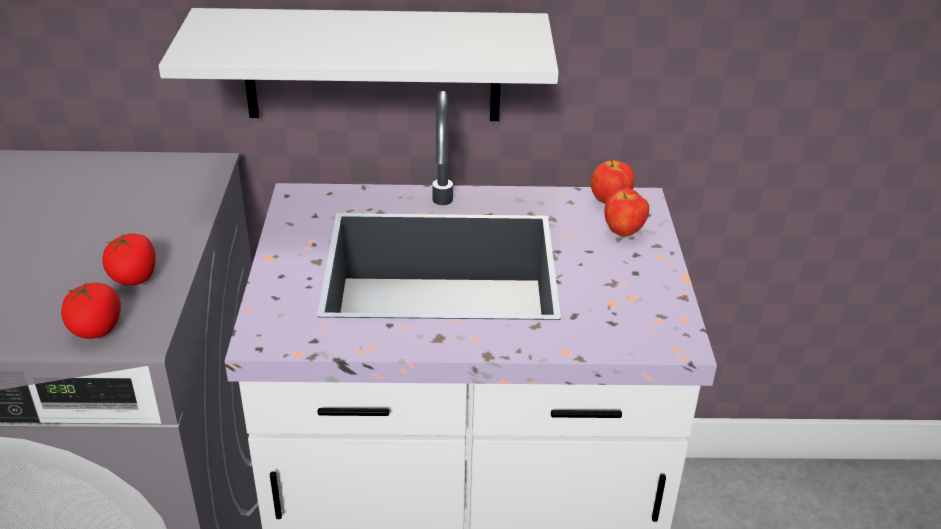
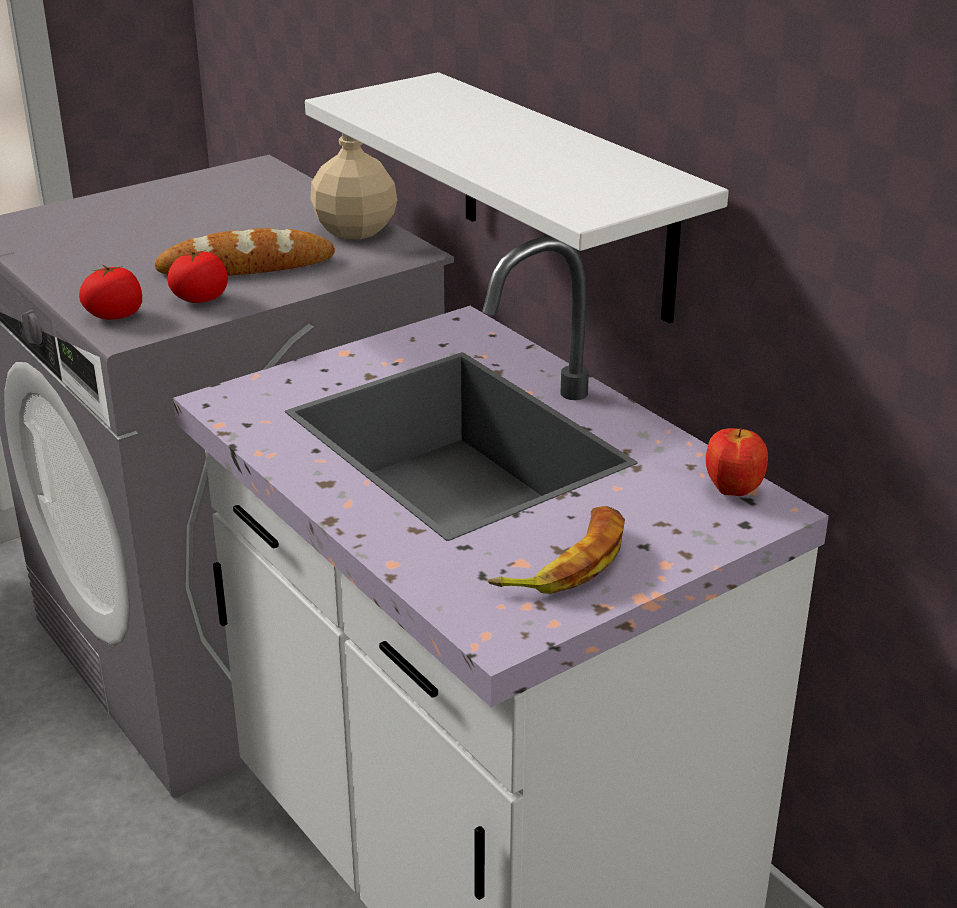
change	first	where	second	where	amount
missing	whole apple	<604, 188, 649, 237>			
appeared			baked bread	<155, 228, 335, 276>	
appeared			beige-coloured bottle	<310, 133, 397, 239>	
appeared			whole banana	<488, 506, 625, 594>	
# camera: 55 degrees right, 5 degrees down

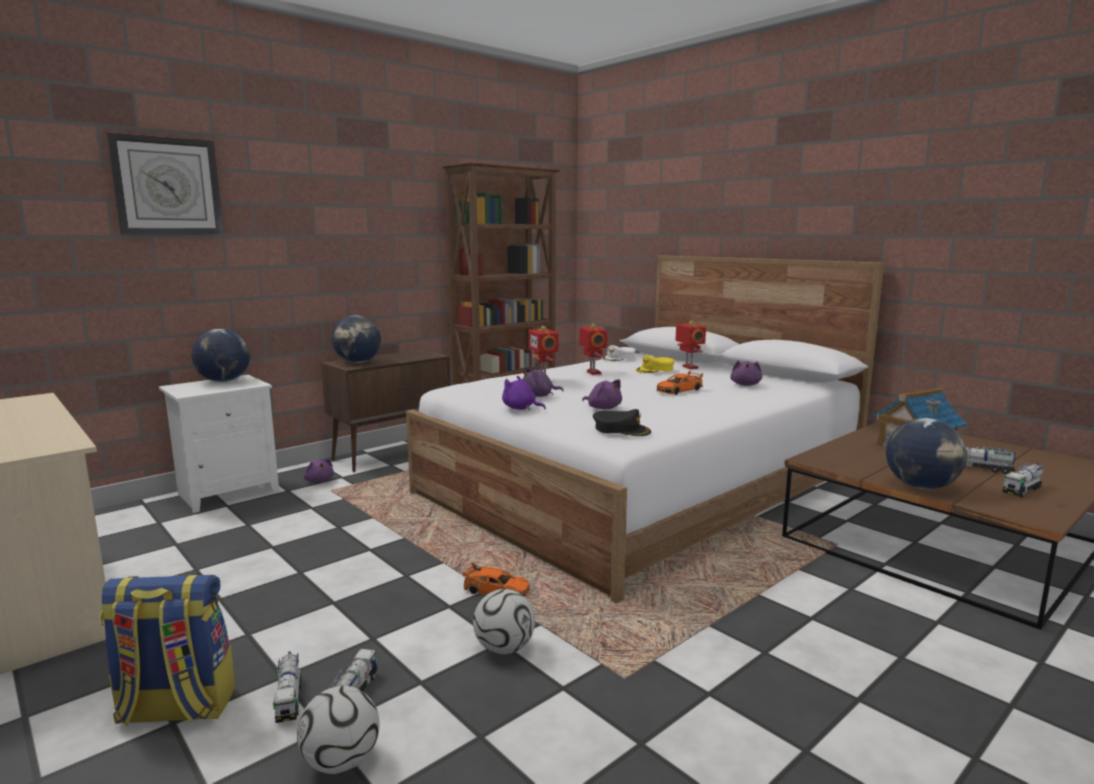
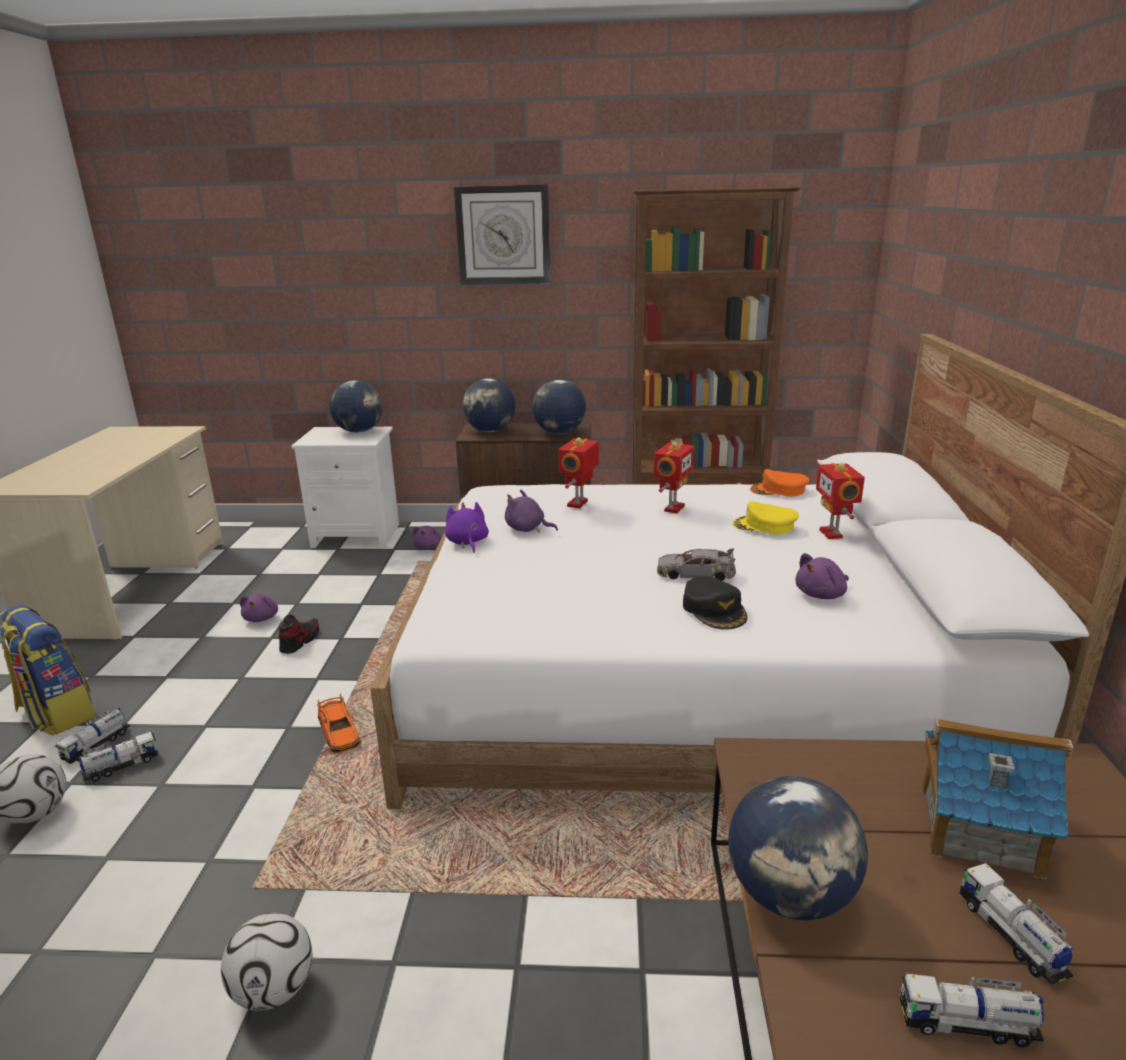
change	first	where	second	where	amount
appeared			shoe	<279, 614, 319, 654>	
appeared			globe	<532, 380, 586, 434>	
relocated	wall clock	<107, 132, 224, 235>		<454, 185, 551, 285>	
relocated	football ball	<473, 589, 535, 654>		<221, 913, 312, 1011>	
relocated	purplish plush toy	<582, 379, 622, 410>		<240, 593, 278, 622>	
relocated	blackish peaked cap	<593, 409, 651, 436>		<683, 577, 748, 630>	
colour	white-coloured peaked cap	<602, 345, 636, 362>	orange peaked cap	<750, 469, 809, 497>	
colour	orange model car	<656, 371, 703, 395>	gray model car	<657, 548, 736, 581>	
spun	model robot	<676, 321, 706, 369>		<816, 463, 865, 539>	150 degrees clockwise
# camera: 45 degrees right, 10 degrees up

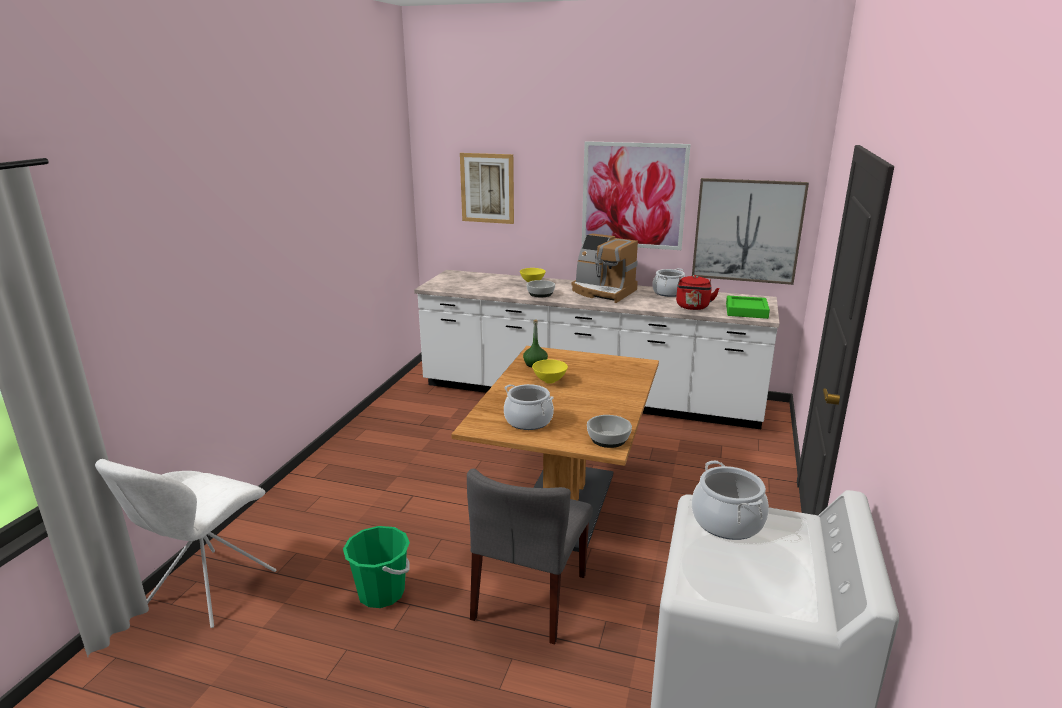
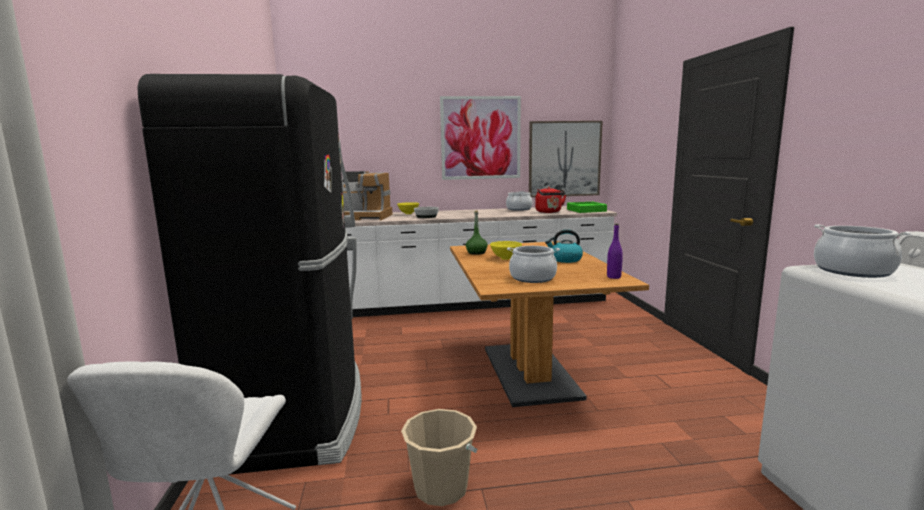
change	first	where	second	where	amount
missing	wall art	<460, 153, 514, 224>			
missing	gray plain chair	<467, 468, 593, 645>			
appeared			blackish refrigerator	<137, 74, 362, 475>	
appeared			tea kettle	<545, 229, 583, 263>	
relocated	coffee brewer	<571, 233, 638, 303>		<342, 171, 393, 220>	
exchanged	serving bowl	<587, 415, 632, 448>	purplish bottle	<607, 224, 623, 279>	
colour	green pail	<343, 526, 410, 608>	beige-coloured pail	<401, 409, 478, 506>	
# camera: 25 degrees left, 10 degrees down

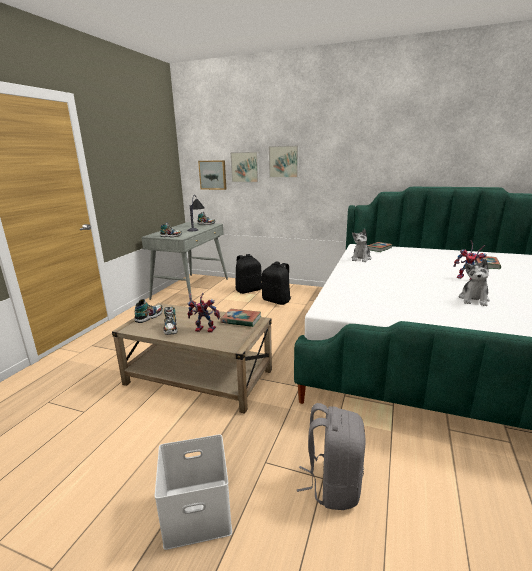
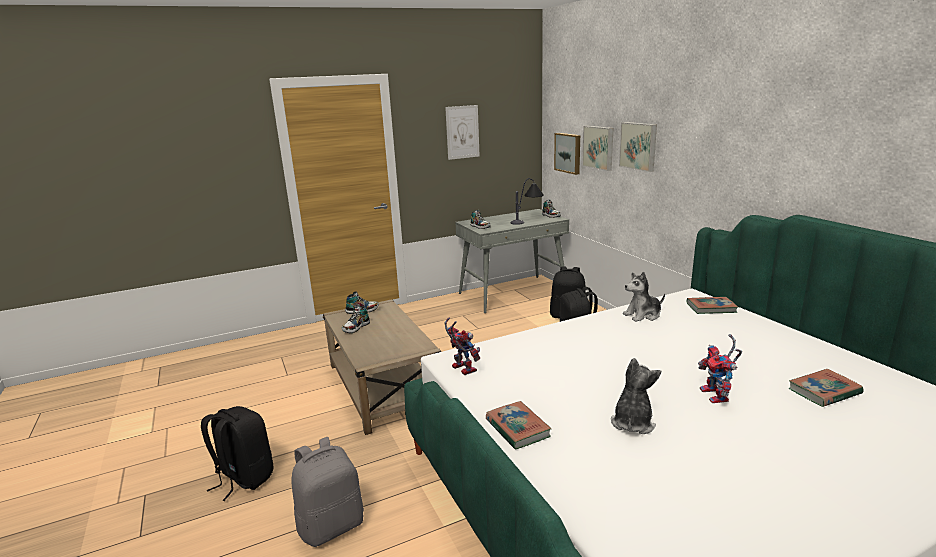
change	first	where	second	where	amount
appeared			wall art	<445, 105, 480, 160>	
relocated	model robot	<187, 293, 220, 333>		<444, 317, 480, 375>	
relocated	bound book	<220, 309, 261, 327>		<486, 401, 552, 450>	
exchanged	white-coloured storage bin	<155, 434, 232, 550>	blackish knapsack	<201, 406, 273, 501>	
spun	plush toy	<459, 259, 490, 306>		<611, 358, 661, 434>	135 degrees clockwise
# camera: 45 degrees right, 0 degrees up

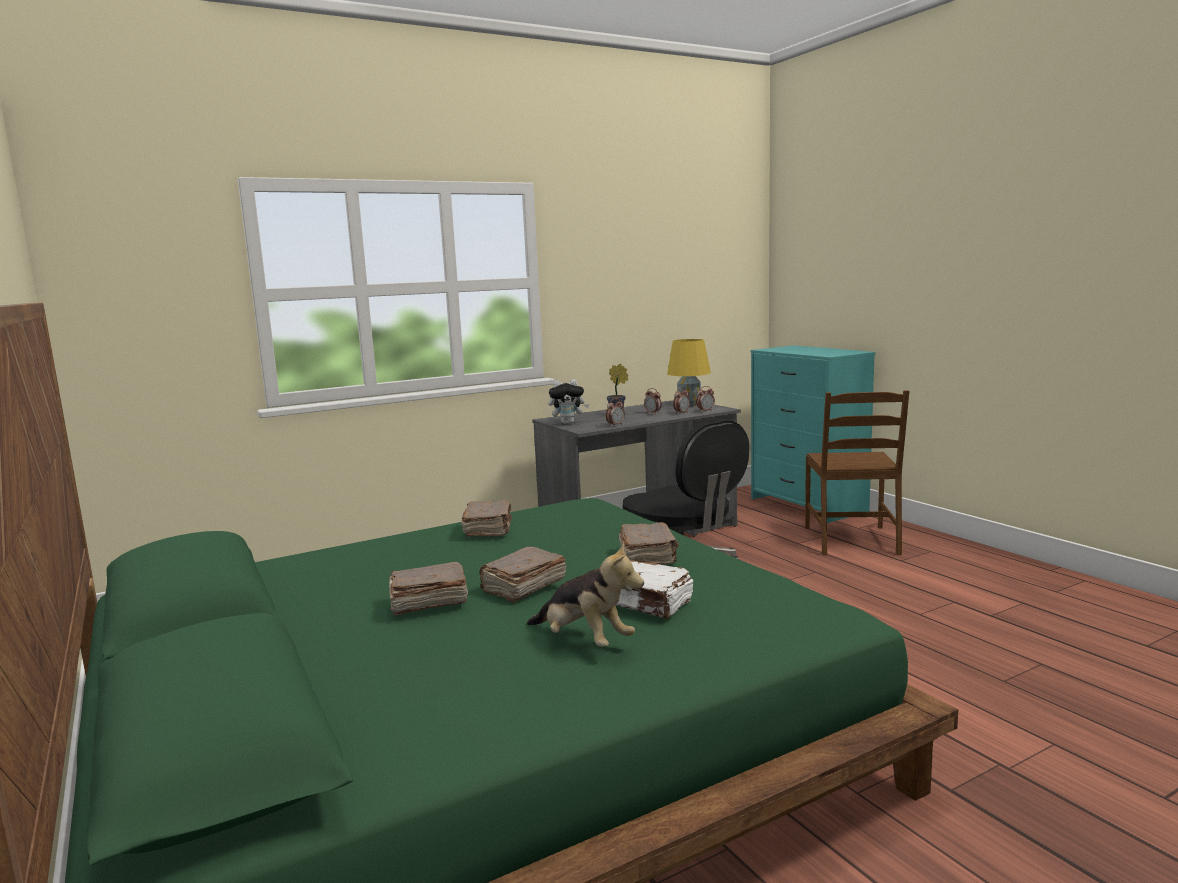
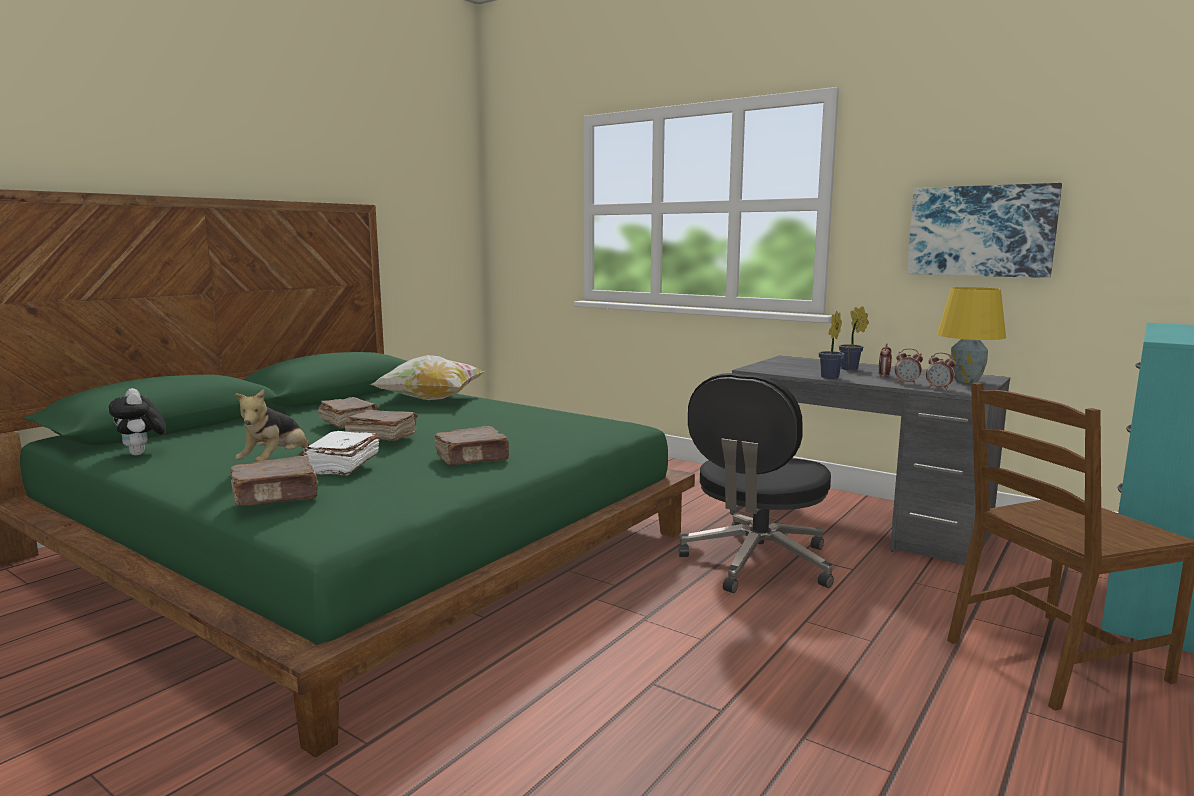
change	first	where	second	where	amount
missing	alarm clock	<606, 398, 625, 427>			
appeared			cushion	<369, 355, 485, 400>	
appeared			plant in a pot	<819, 311, 844, 379>	
appeared			wall art	<907, 183, 1062, 278>	
relocated	brown bound book	<461, 500, 512, 537>		<230, 456, 319, 506>	
relocated	plush toy	<549, 379, 589, 424>		<109, 388, 167, 455>	
# camera: 65 degrees right, 0 degrees up

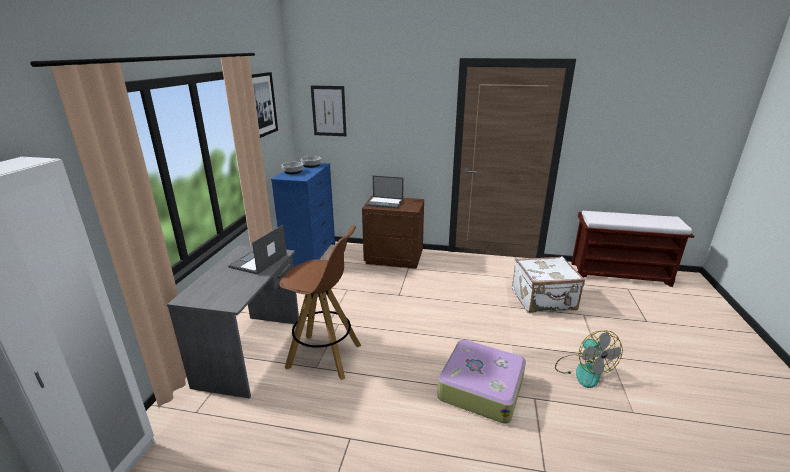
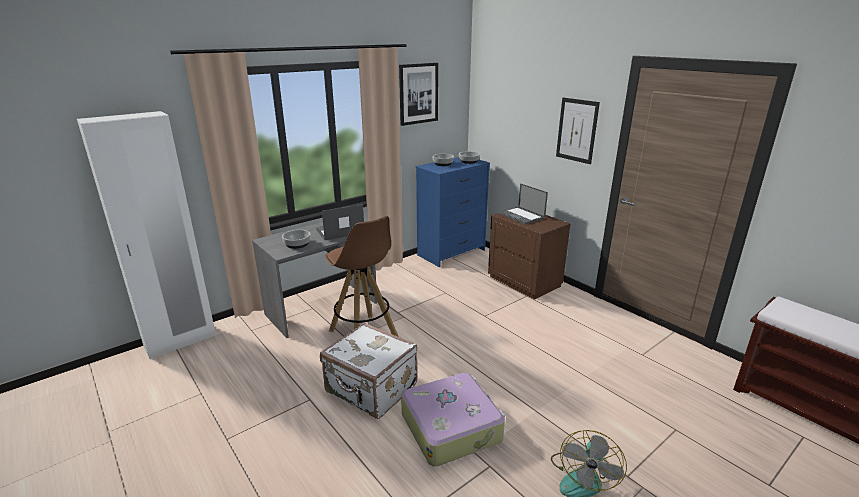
change	first	where	second	where	amount
appeared			serving bowl	<282, 230, 311, 249>	
relocated	wall art	<311, 85, 347, 136>		<556, 98, 600, 164>	
relocated	white-coloured suitcase	<512, 256, 585, 313>		<320, 323, 417, 419>	
# camera: 40 degrees right, 0 degrees up

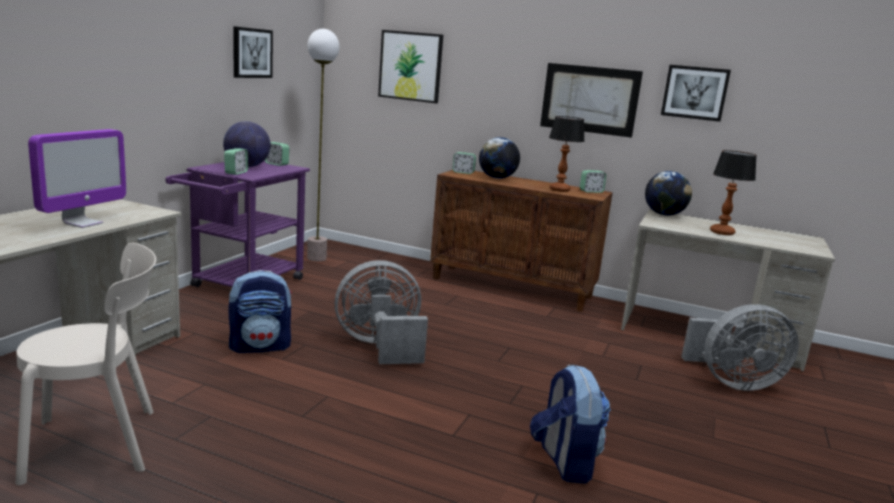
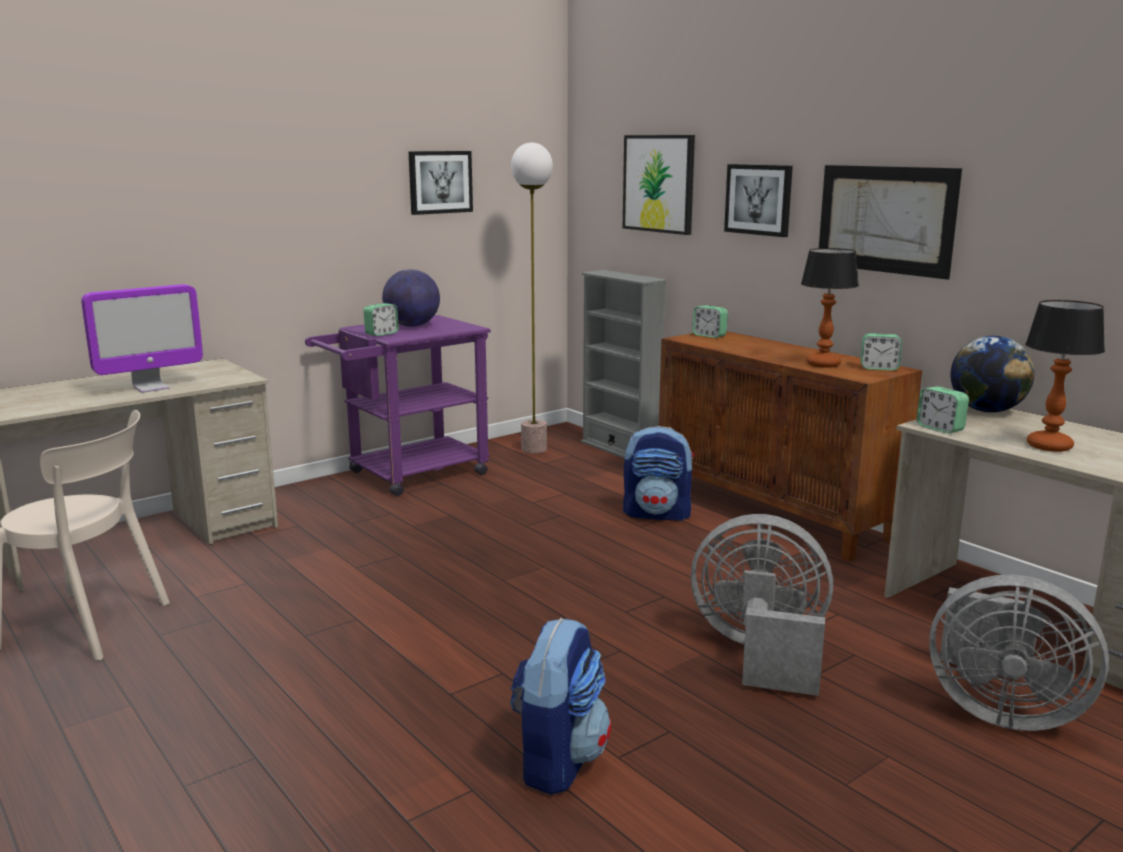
change	first	where	second	where	amount
missing	globe	<479, 137, 520, 179>			
appeared			gray shelving unit	<581, 270, 667, 459>	
relocated	knapsack	<229, 270, 292, 353>		<623, 426, 695, 521>	
relocated	alarm clock	<265, 142, 289, 166>		<917, 386, 969, 434>	
relocated	gray electric fan	<335, 260, 428, 364>		<691, 514, 833, 696>	
relocated	wall art	<661, 65, 731, 122>		<724, 164, 793, 237>	
# camera: 30 degrees right, 0 degrees up

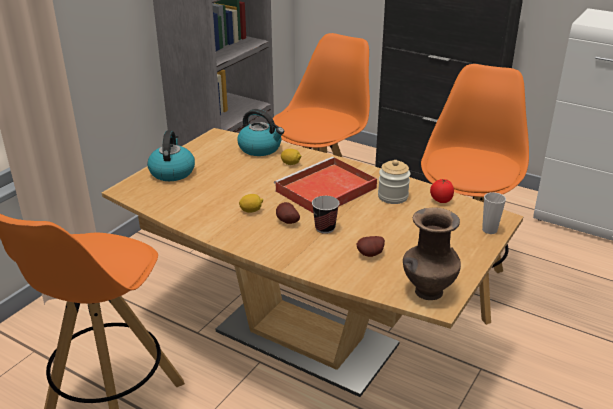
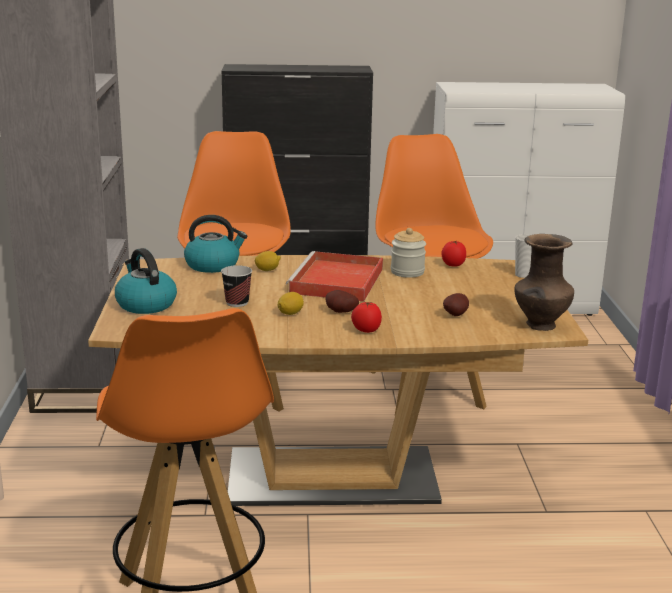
change	first	where	second	where	amount
appeared			tomato	<351, 302, 382, 333>	
relocated	drinking cup	<312, 196, 339, 234>		<221, 265, 252, 307>	
# camera: 35 degrees left, 10 degrees down

